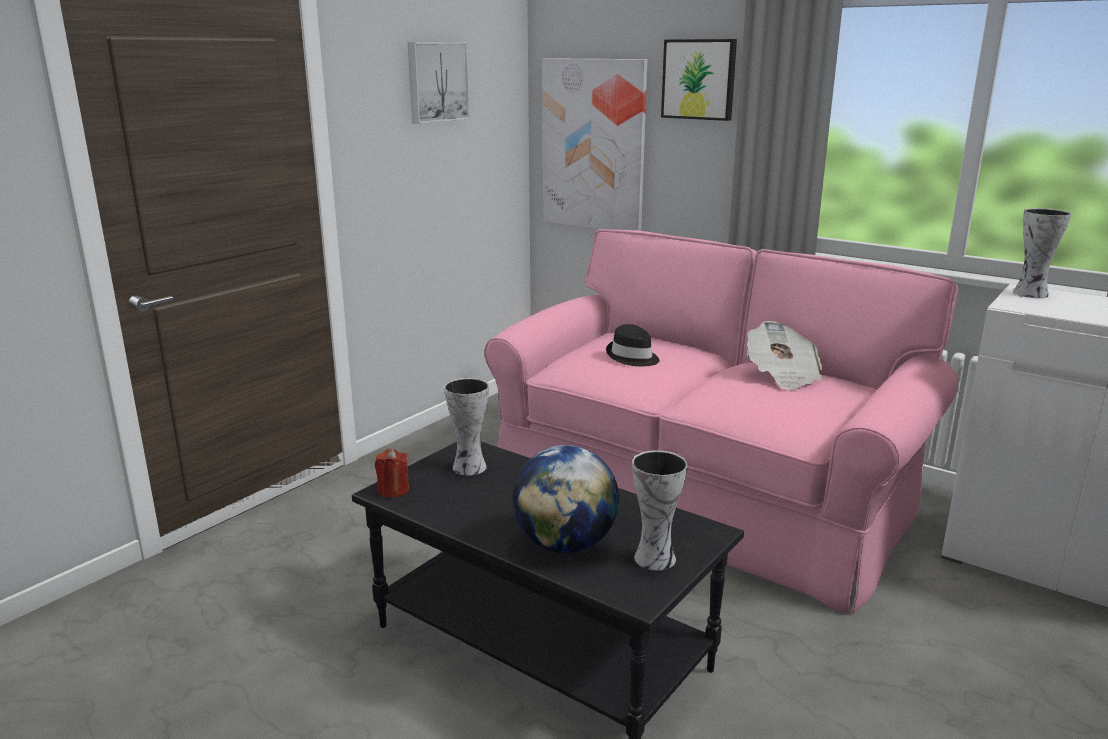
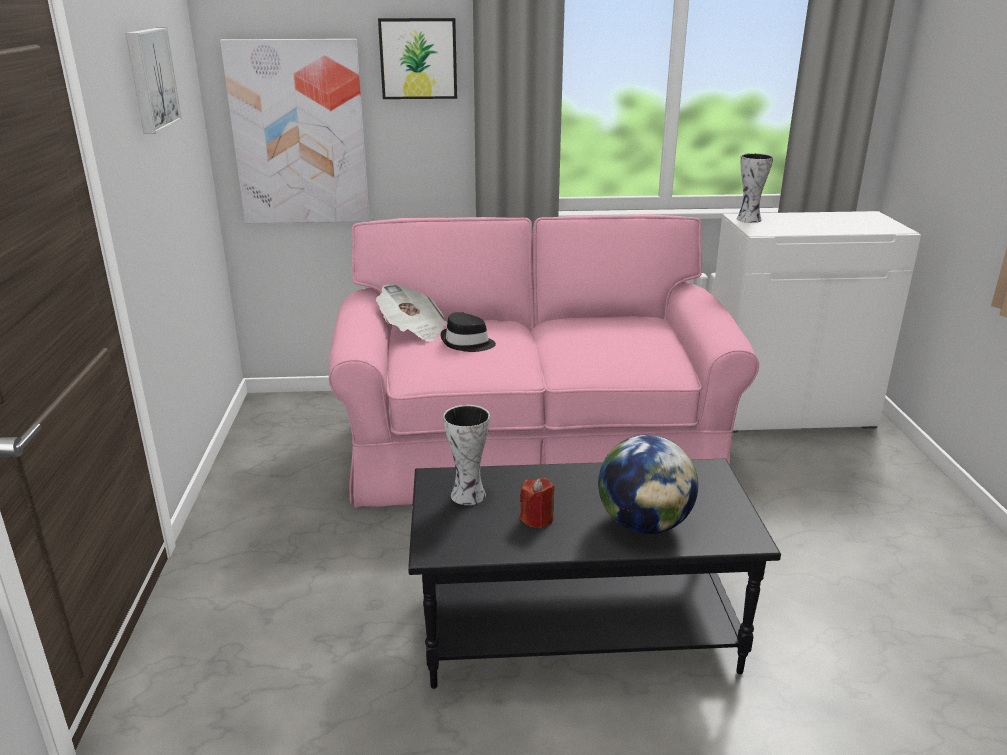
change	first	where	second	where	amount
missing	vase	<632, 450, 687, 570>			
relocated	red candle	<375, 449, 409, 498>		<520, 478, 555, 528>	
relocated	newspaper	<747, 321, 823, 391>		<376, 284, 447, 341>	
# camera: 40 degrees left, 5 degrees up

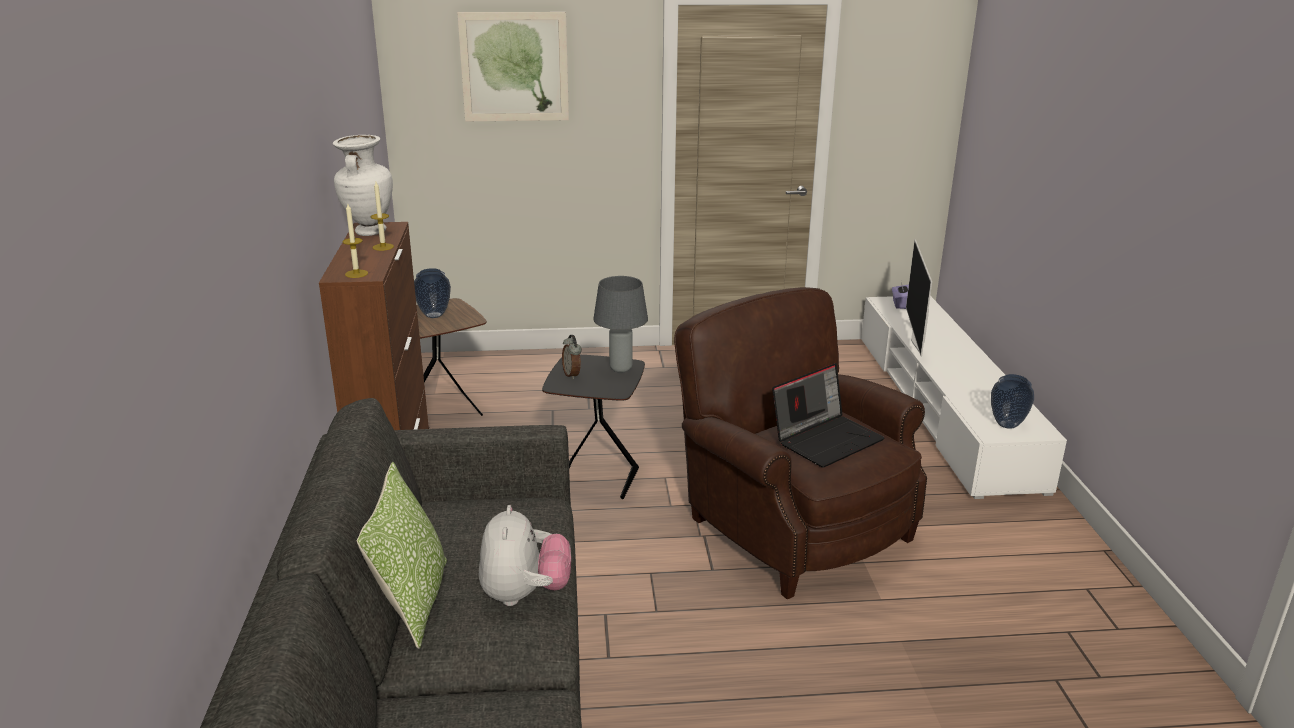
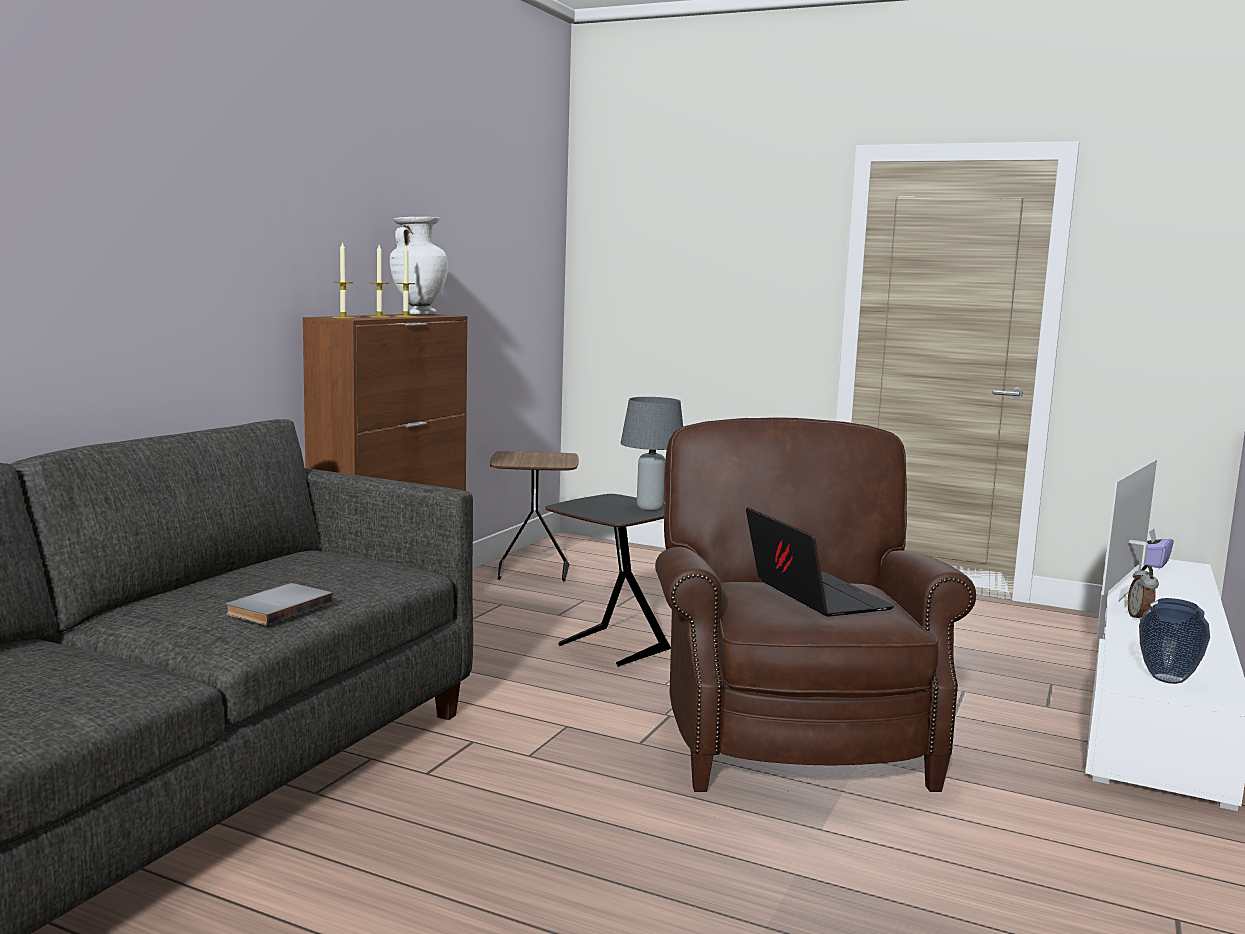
change	first	where	second	where	amount
missing	cushion	<357, 462, 447, 649>			
missing	vase	<414, 268, 451, 318>			
missing	wall art	<458, 12, 569, 121>			
appeared			candle	<368, 245, 391, 318>	
relocated	alarm clock	<562, 335, 582, 380>		<1127, 565, 1159, 621>	
exchanged	plush toy	<479, 505, 571, 606>	gray bound book	<226, 583, 333, 625>	
spun	portable computer	<772, 363, 885, 468>		<746, 507, 895, 617>	105 degrees counterclockwise
# camera: 30 degrees right, 15 degrees down

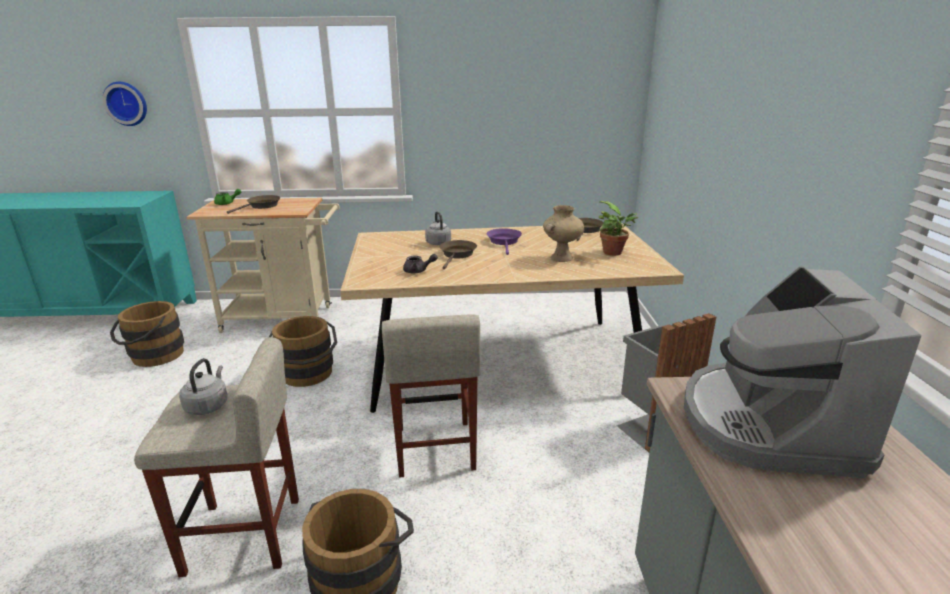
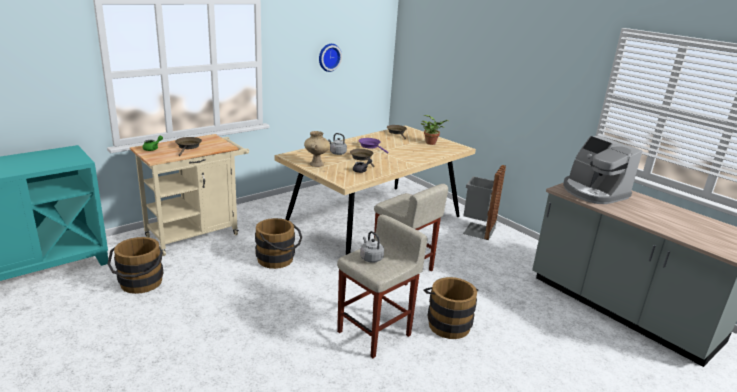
change	first	where	second	where	amount
relocated	wall clock	<103, 82, 147, 126>		<319, 44, 342, 72>	
relocated	beige-coloured vase	<543, 205, 584, 262>		<304, 131, 330, 167>	
# camera: 40 degrees left, 0 degrees up

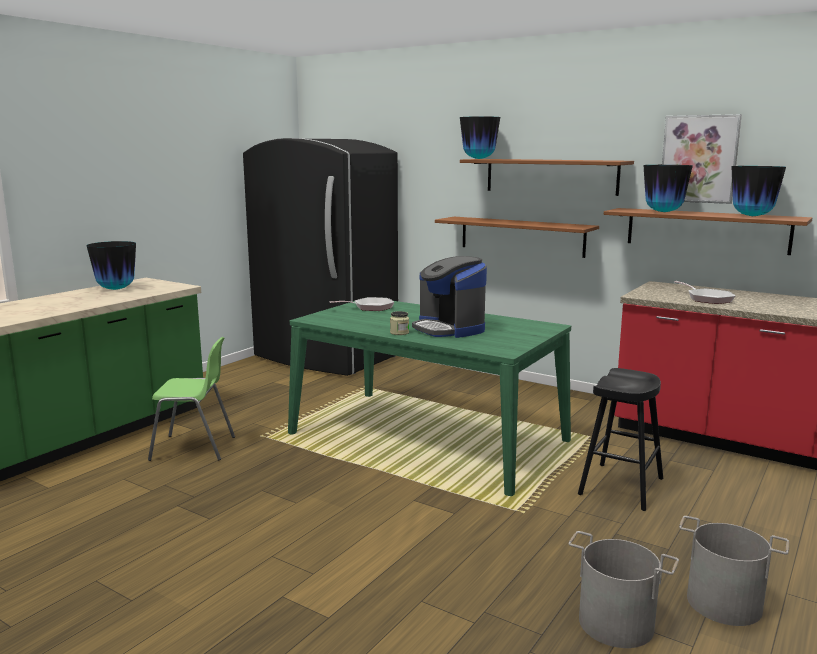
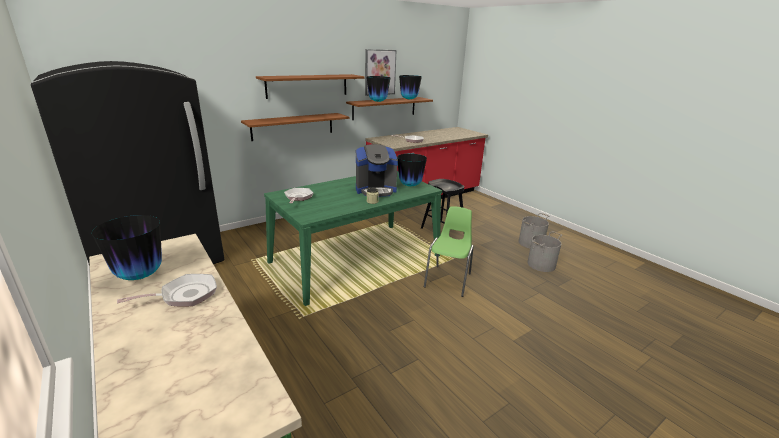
change	first	where	second	where	amount
appeared			pan	<117, 274, 217, 306>	
relocated	green plain chair	<148, 337, 235, 461>		<424, 207, 474, 297>	
relocated	vase	<460, 116, 500, 159>		<397, 154, 427, 186>	
# camera: 70 degrees left, 10 degrees up

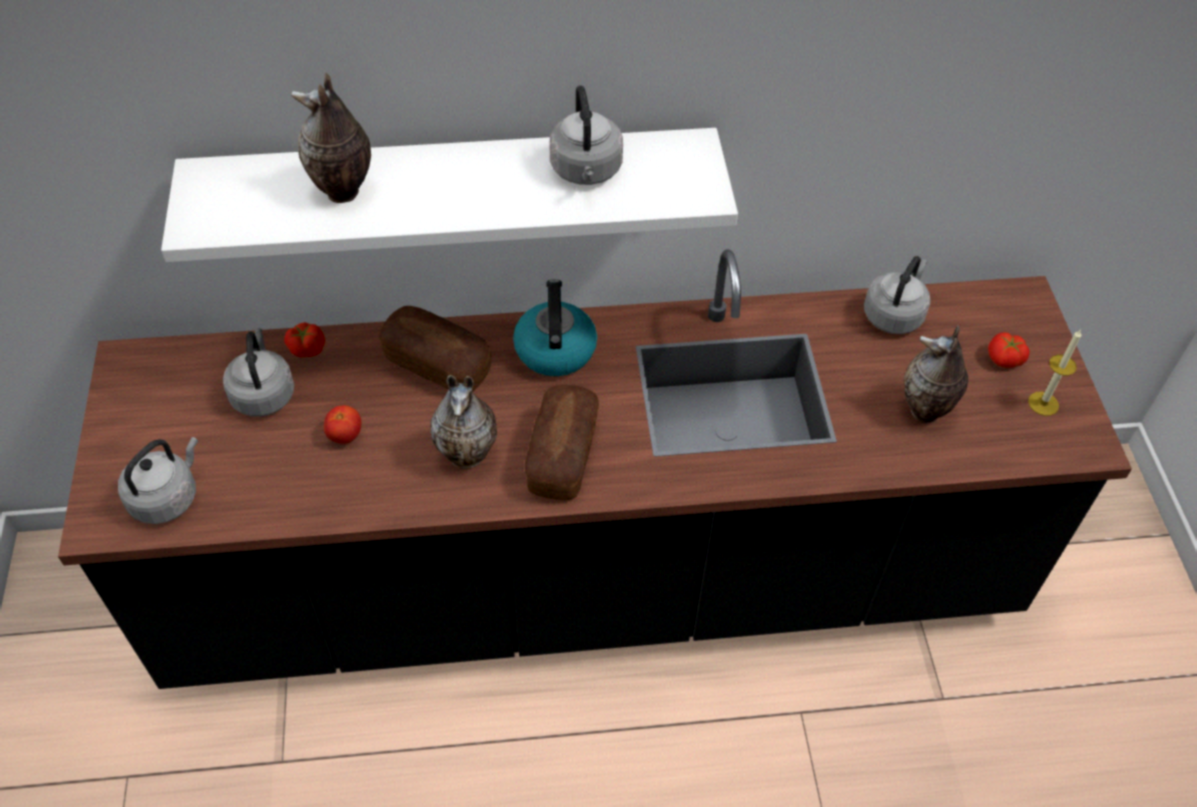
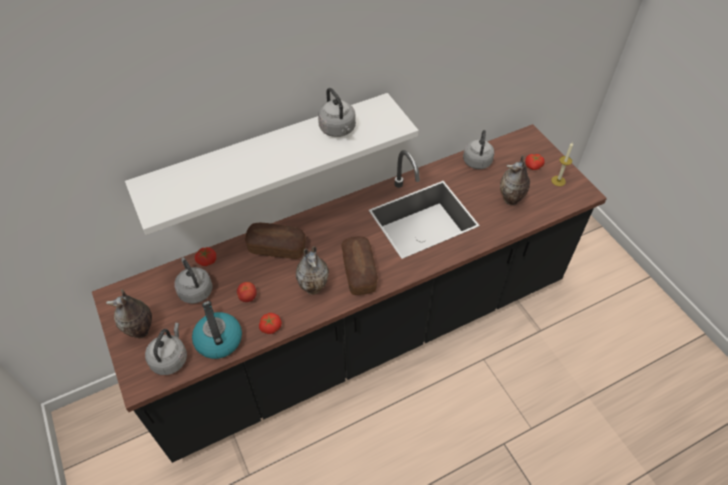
change	first	where	second	where	amount
appeared			tomato	<259, 313, 282, 334>	
relocated	vase	<291, 73, 371, 203>		<106, 289, 152, 338>	
relocated	tea kettle	<513, 279, 597, 376>		<192, 301, 242, 359>	
# camera: 20 degrees left, 0 degrees up

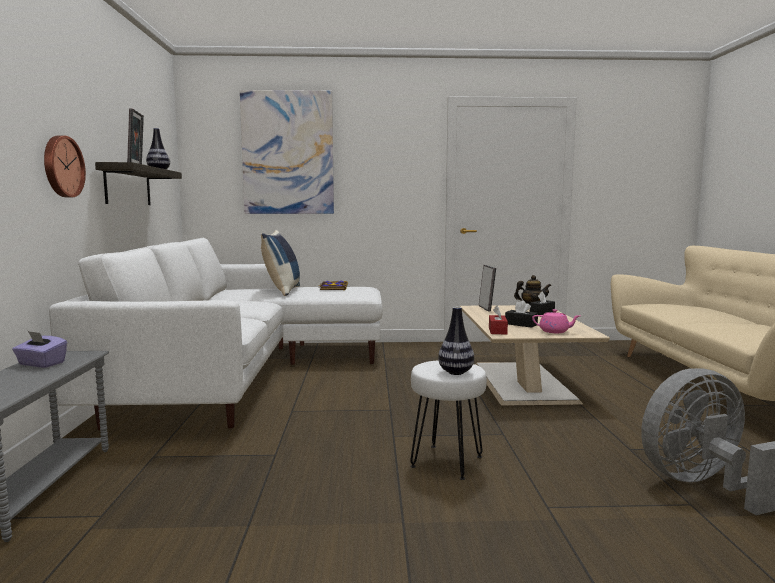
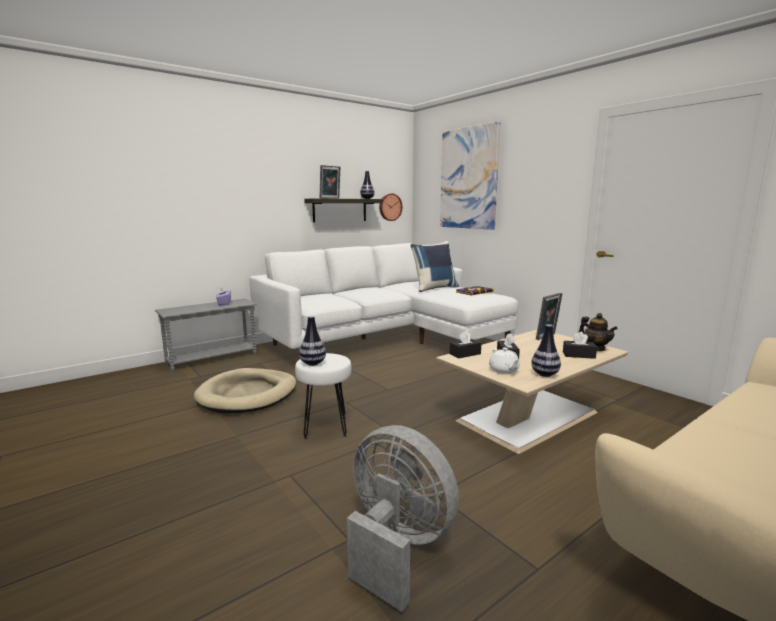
change	first	where	second	where	amount
appeared			beige-coloured dog bed	<194, 368, 296, 413>	
appeared			vase	<531, 324, 561, 377>	
relocated	wall clock	<44, 136, 86, 197>		<379, 193, 402, 221>	
colour	red tissue box	<489, 306, 508, 335>	blackish tissue box	<450, 331, 481, 359>	
colour	pink tea pot	<532, 309, 579, 333>	white-coloured tea pot	<489, 348, 520, 374>	
# camera: 55 degrees right, 5 degrees up

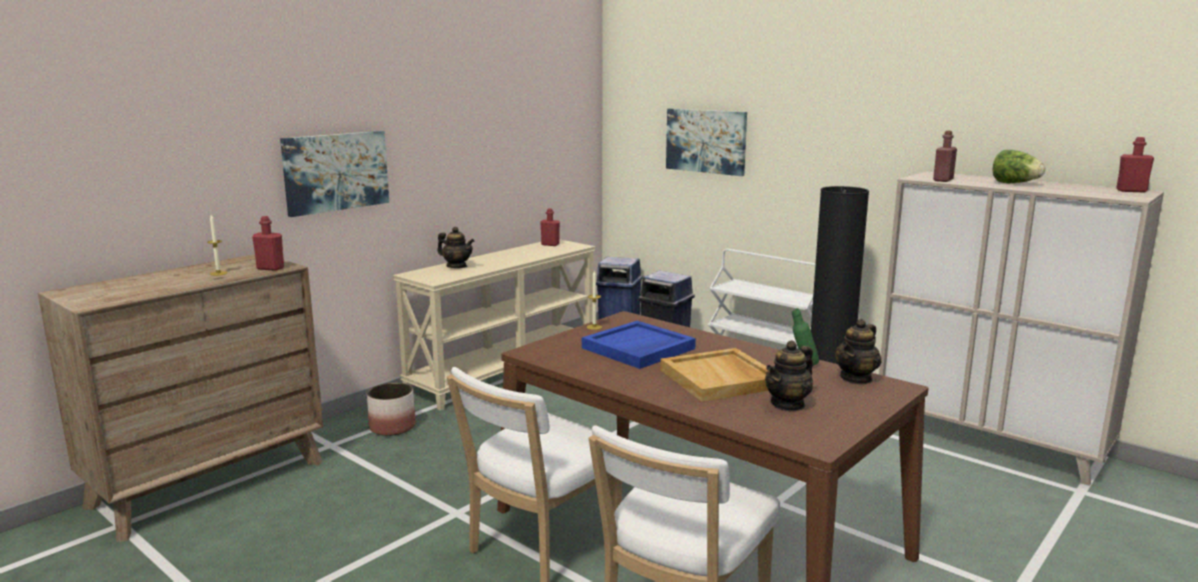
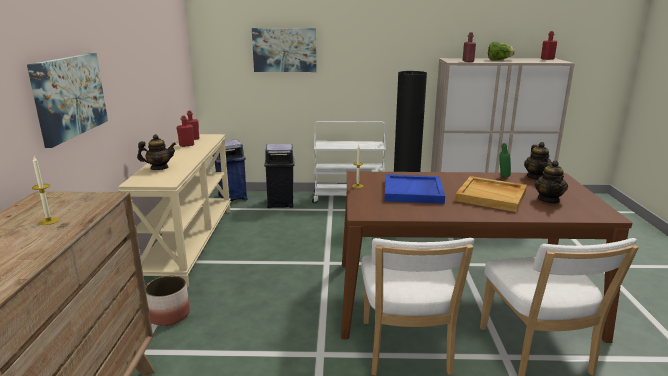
change	first	where	second	where	amount
relocated	red bottle	<252, 216, 284, 271>		<176, 116, 194, 147>	
# camera: 40 degrees left, 5 degrees up

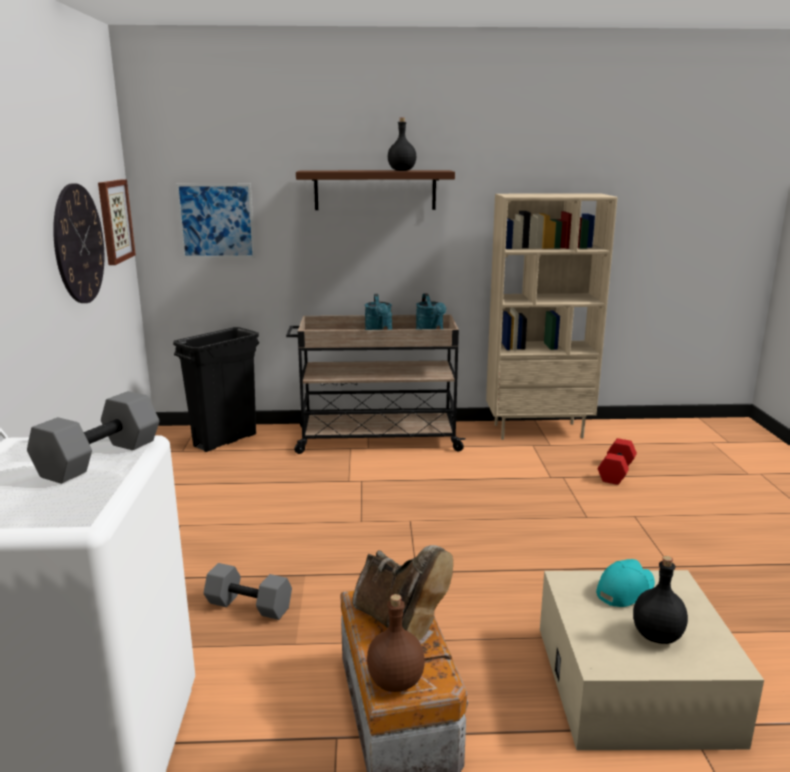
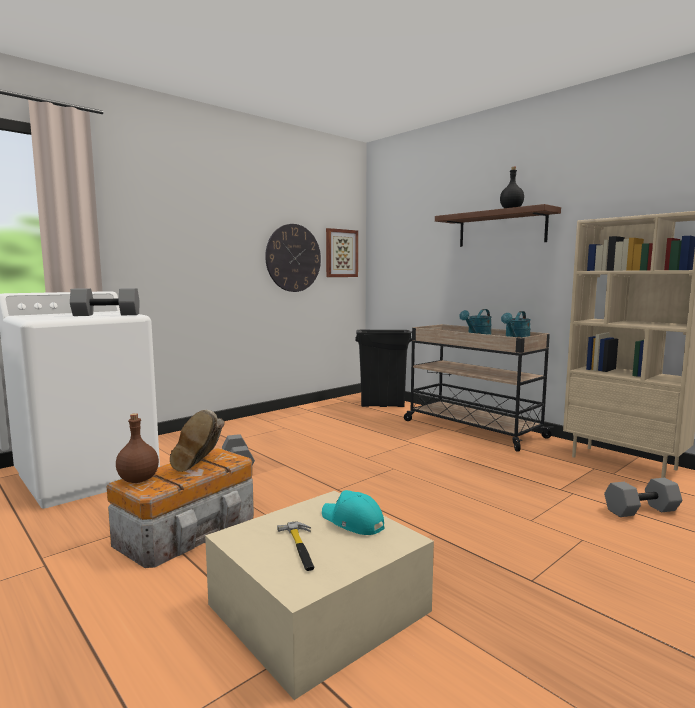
change	first	where	second	where	amount
missing	wall art	<176, 184, 255, 258>			
exchanged	blackish bottle	<633, 556, 688, 644>	tool hammer	<277, 521, 315, 571>	
colour	red dumbbell	<598, 438, 637, 485>	gray dumbbell	<604, 478, 682, 517>	
spun	turquoise-coloured peaked cap	<596, 559, 655, 607>		<322, 490, 385, 535>	150 degrees counterclockwise
# camera: 50 degrees right, 10 degrees down

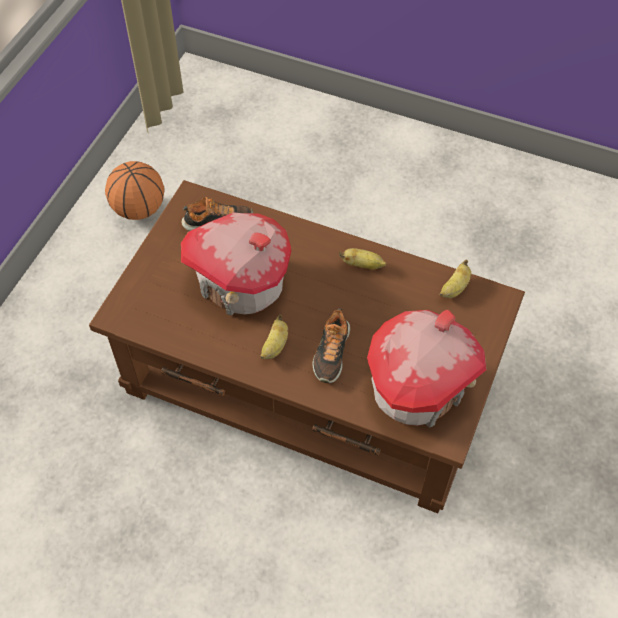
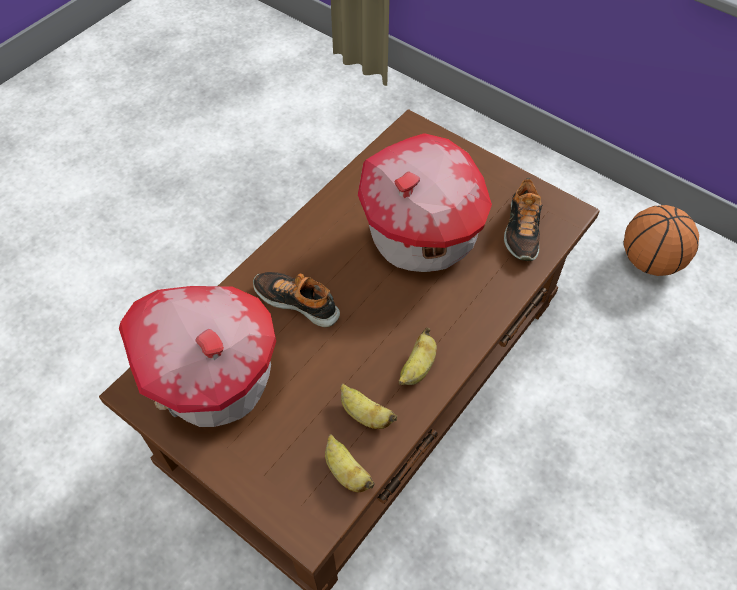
change	first	where	second	where	amount
relocated	whole banana	<260, 314, 288, 359>		<340, 384, 397, 429>	
# camera: 105 degrees right, 0 degrees up

